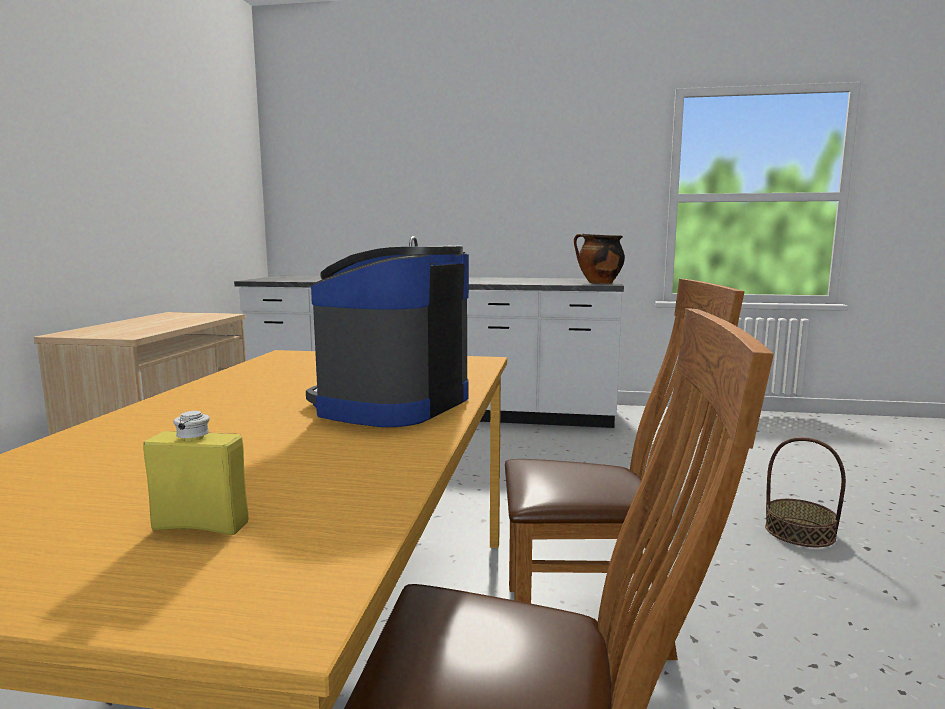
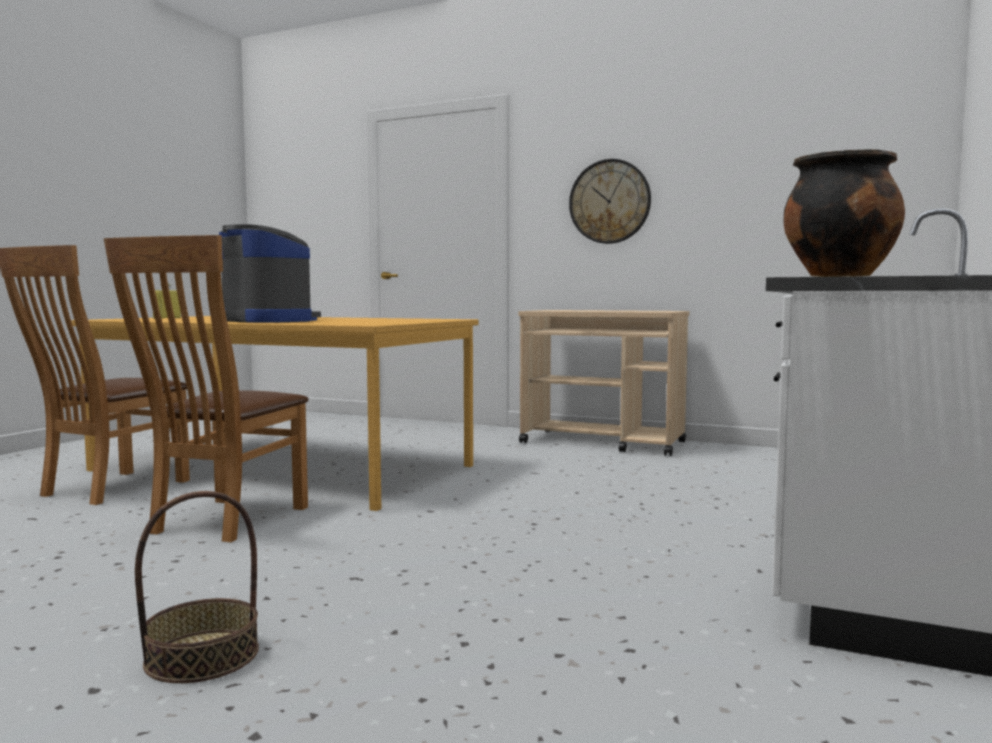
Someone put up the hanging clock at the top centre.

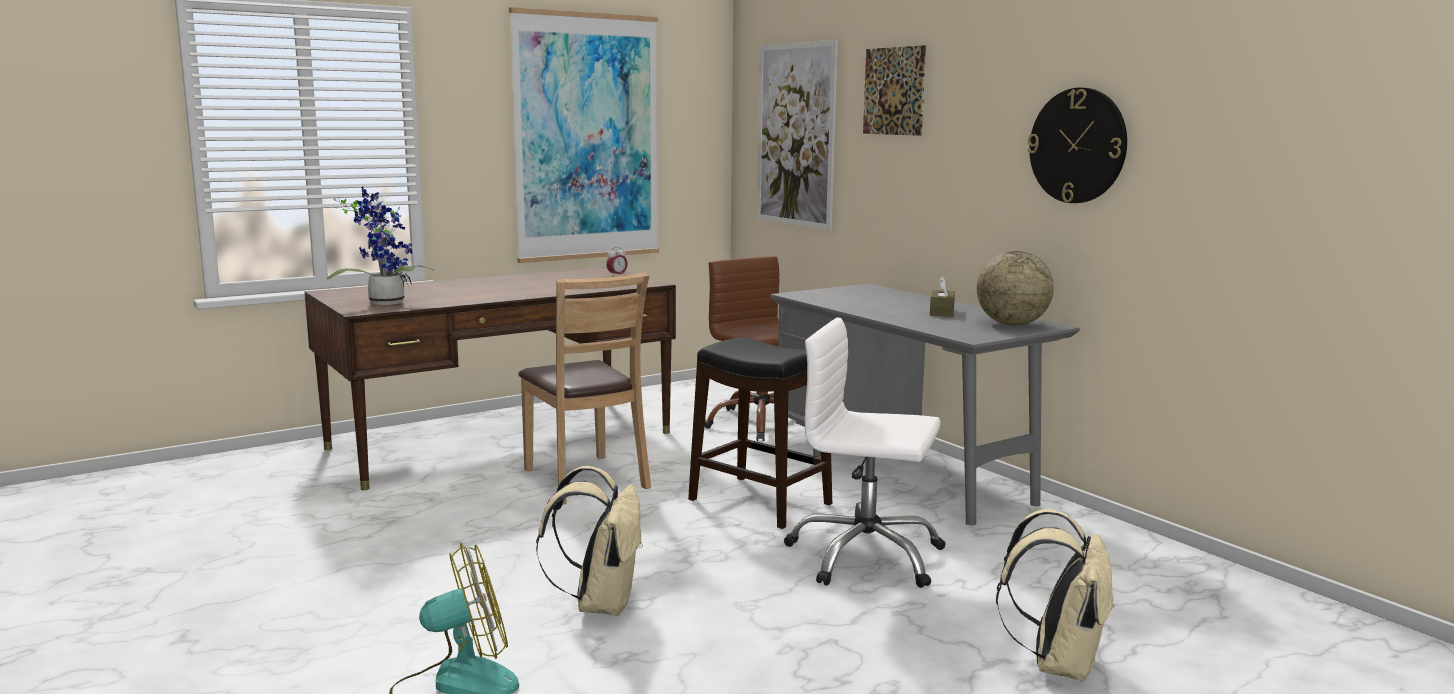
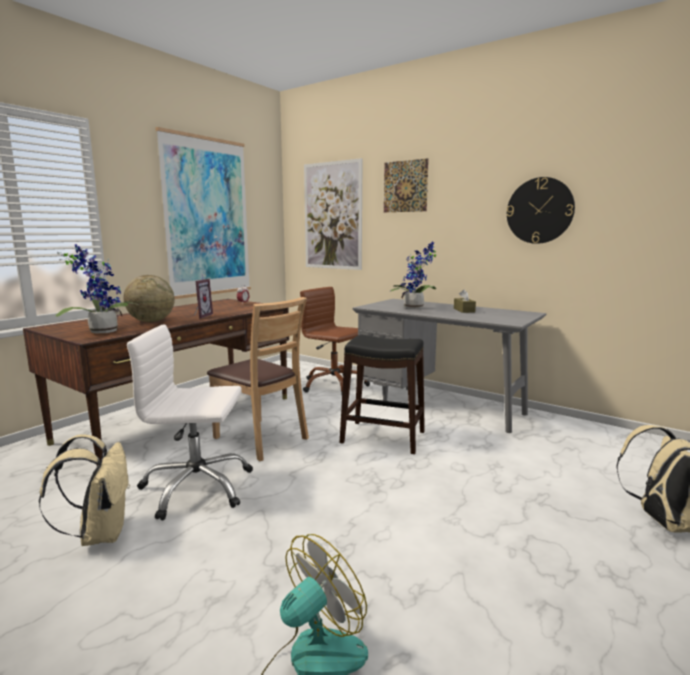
Someone put down the standing frame at the middle left.
Someone put down the houseplant (no. 2 from left) at the centre.
Someone carried the backpack in sand-coloured (no. 1 from left) from the bottom centre to the bottom left.
Someone carried the desk chair in white-coloured from the centre to the middle left.
Someone carried the world globe from the middle right to the middle left.

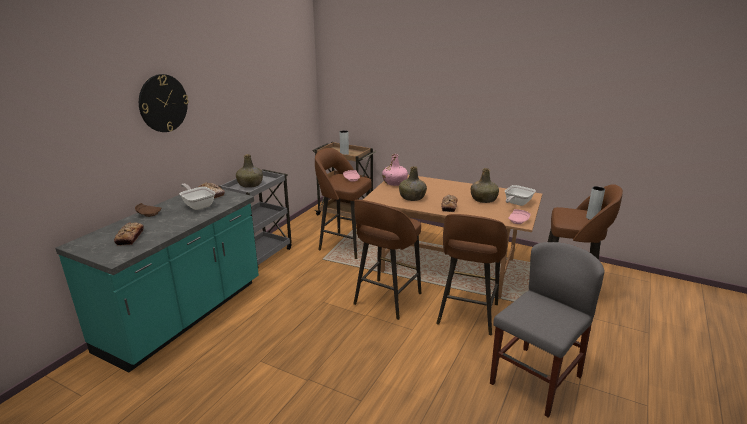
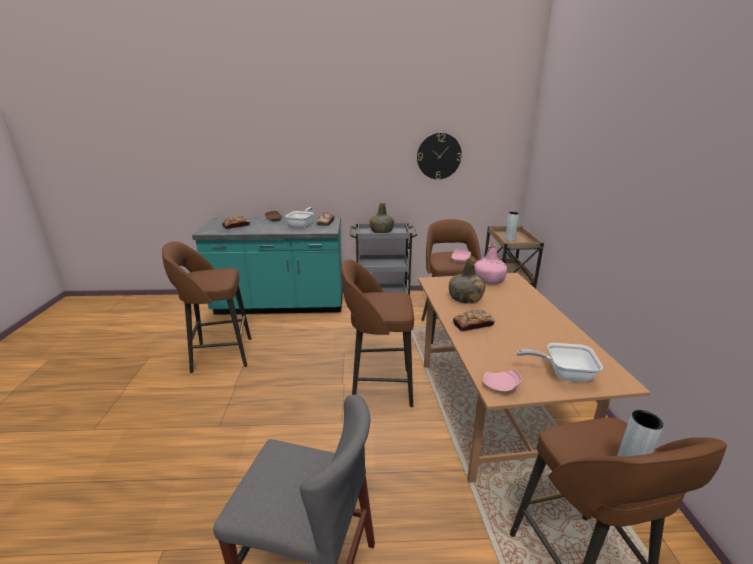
Someone took away the beverage bottle in green-coloured (no. 3 from left) at the centre.
Someone carried the hanging clock from the top left to the top centre.
Someone carried the stool in brown (no. 3 from left in the first image) from the centre to the middle left.

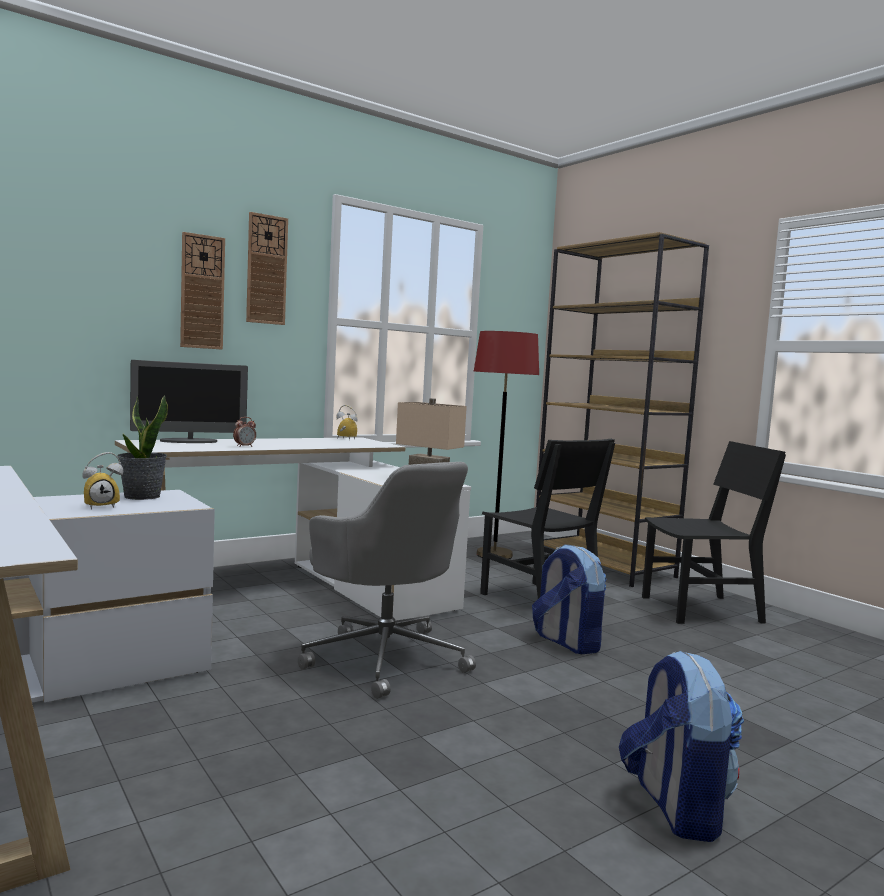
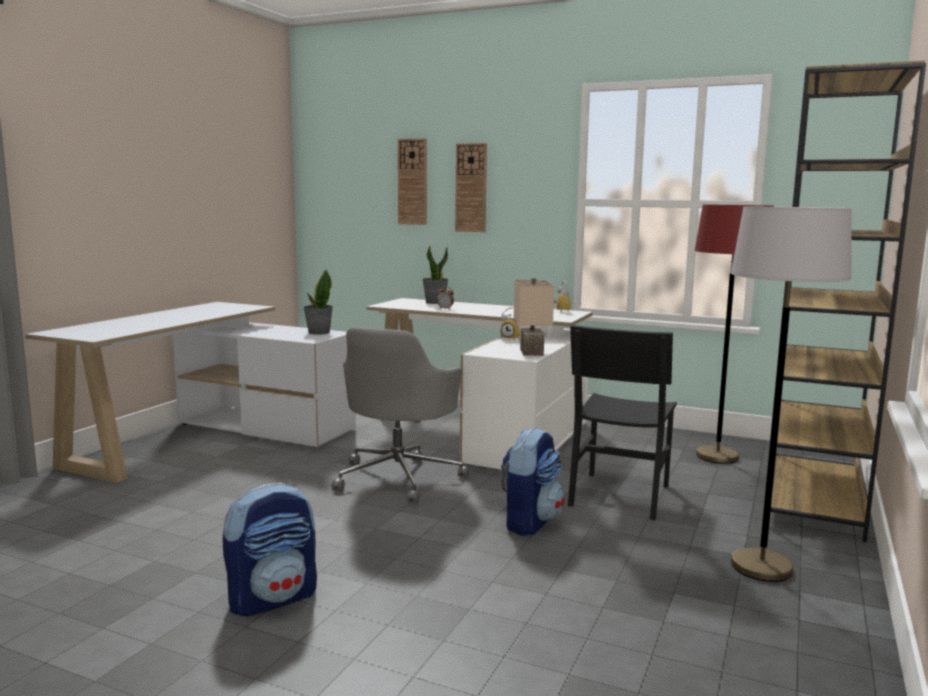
Someone carried the alarm clock (no. 1 from left in the first image) from the middle left to the centre.
Someone carried the hanging clock (no. 2 from left in the first image) from the top left to the top centre.
Someone swapped the monitor at the middle left for the houseplant (no. 2 from left) at the centre.
Someone swapped the chair in black (no. 2 from left) at the middle right for the floor lamp in grey at the middle right.

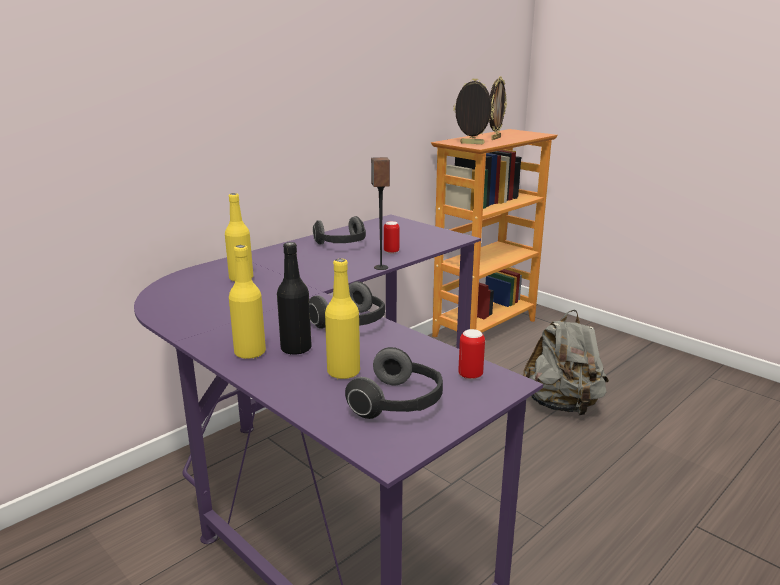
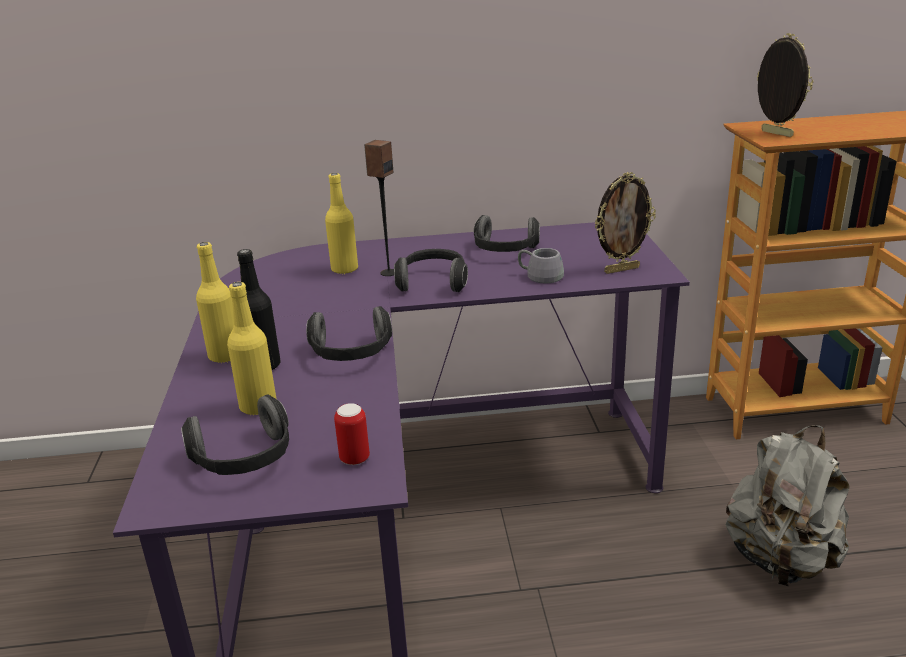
Someone put down the pair of headphones (no. 3 from left) at the centre.
Someone carried the speaker from the centre to the top centre.
Someone carried the standing frame (no. 2 from left in the first image) from the top centre to the middle right.
Someone swapped the metal can (no. 1 from left) at the centre for the mug in grey at the centre.

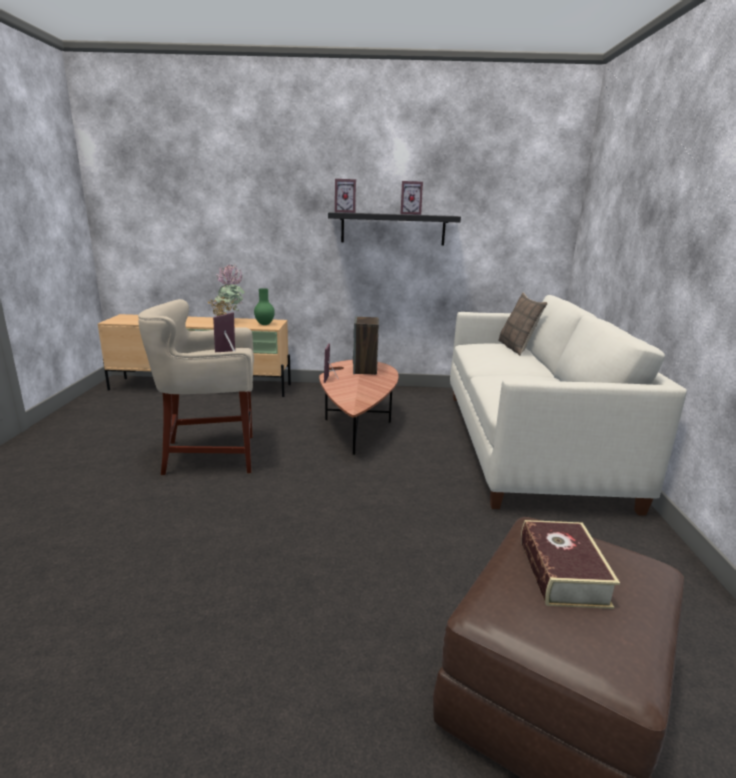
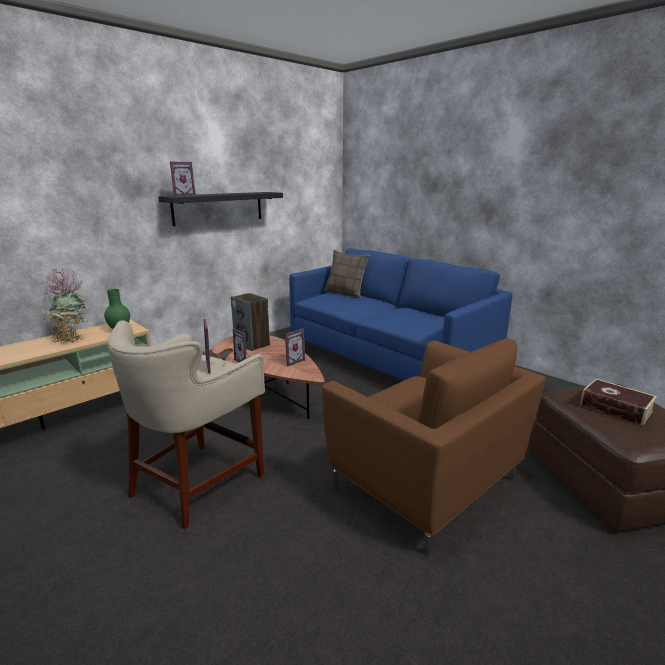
Someone put down the easy chair in brown at the bottom centre.
Someone carried the standing frame (no. 4 from left) from the top centre to the centre.
Someone repainted the sofa in white-coloured at the middle right, which became the sofa in blue at the centre.

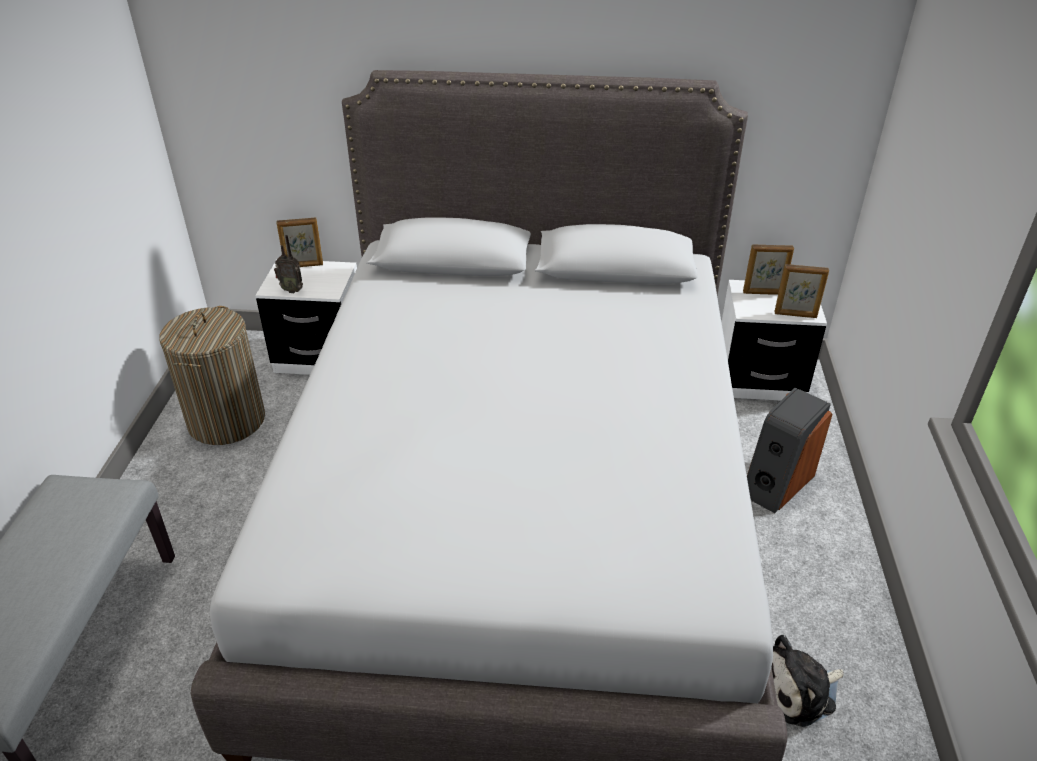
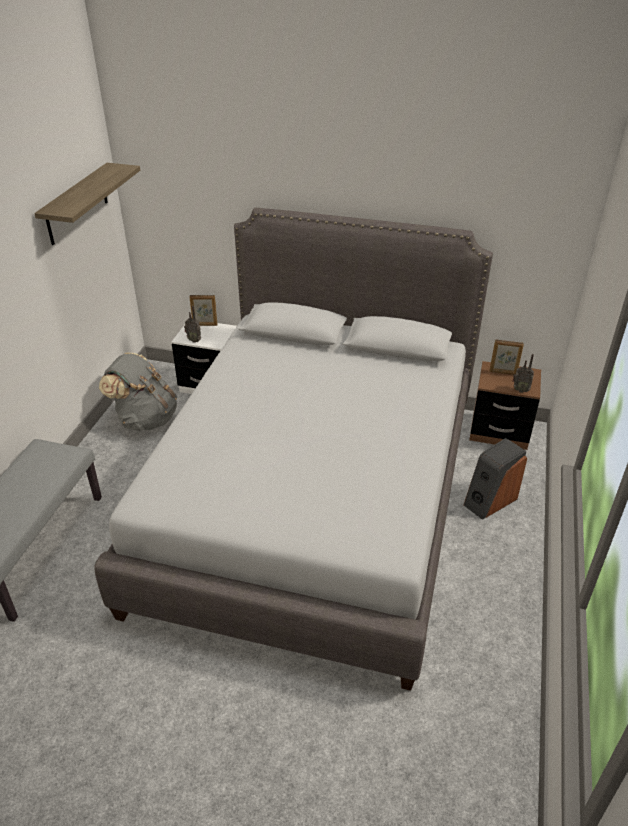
Someone took away the cuddly toy at the bottom right.
Someone put up the bracket shelf at the top left.
Someone swapped the washing basket at the middle left for the backpack in grey at the middle left.
Someone swapped the standing frame (no. 3 from left) at the middle right for the radio (no. 2 from left) at the middle right.
Someone repainted the bedside table in white-coloured (no. 2 from left) at the middle right, which became the bedside table in brown at the middle right.

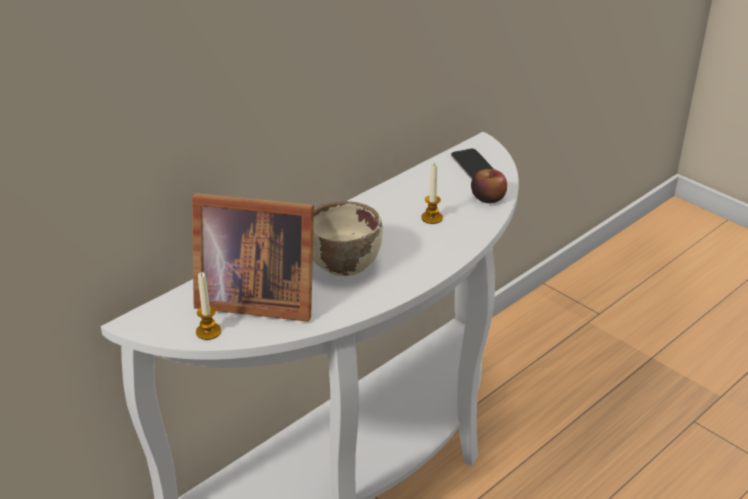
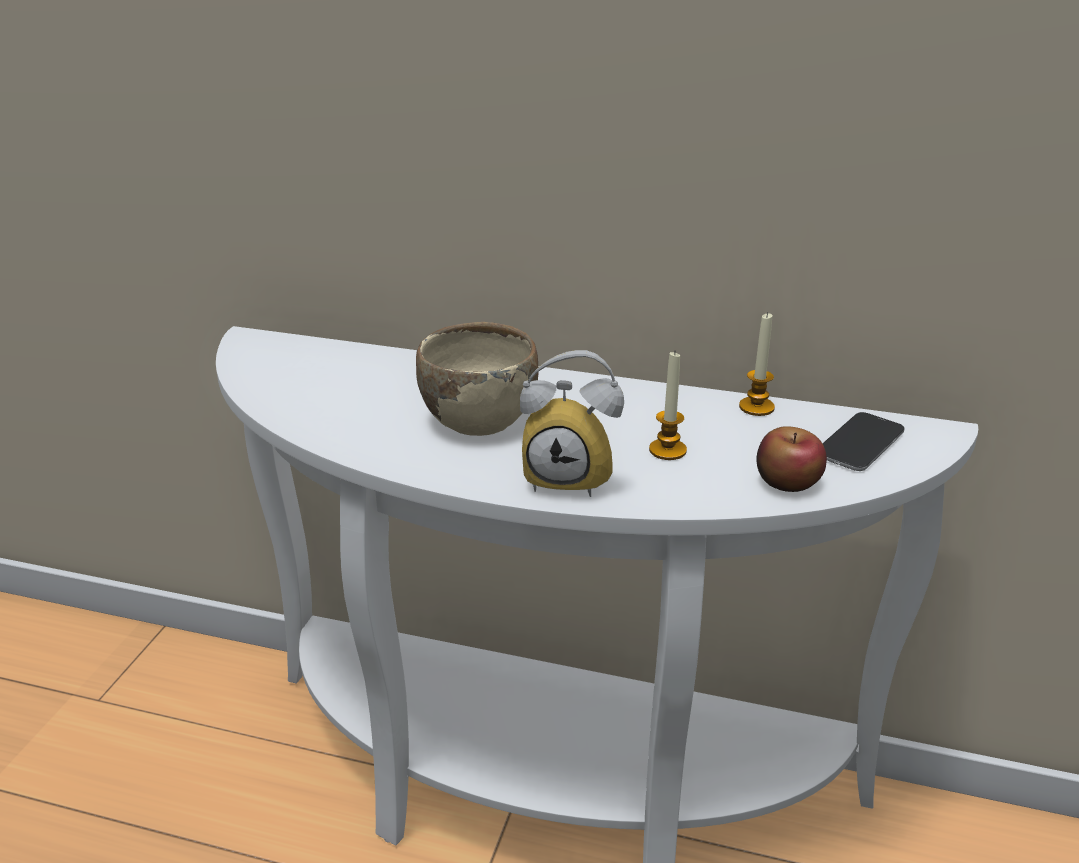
Someone took away the standing frame at the centre.
Someone put down the alarm clock at the centre.
Someone carried the wax light (no. 1 from left in the first image) from the middle left to the middle right.

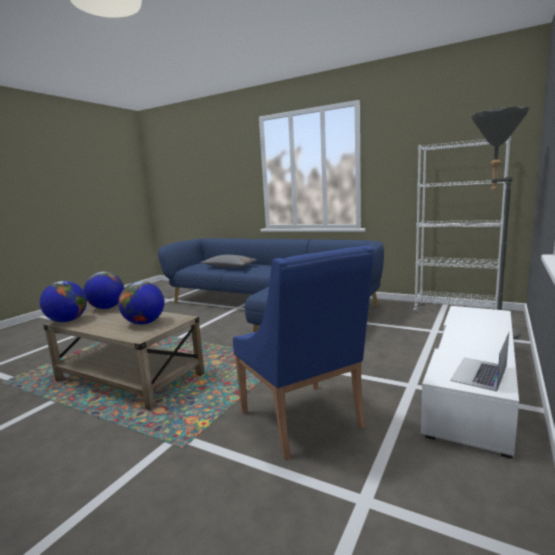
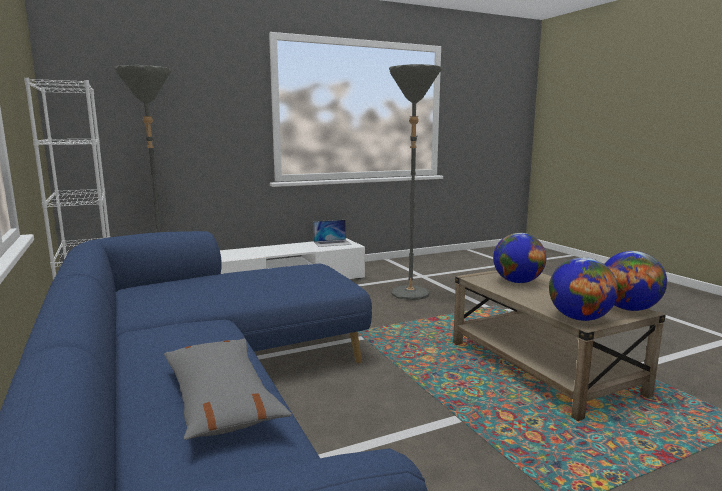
Someone swapped the easy chair in blue at the centre for the floor lamp in grey (no. 2 from left) at the centre.

